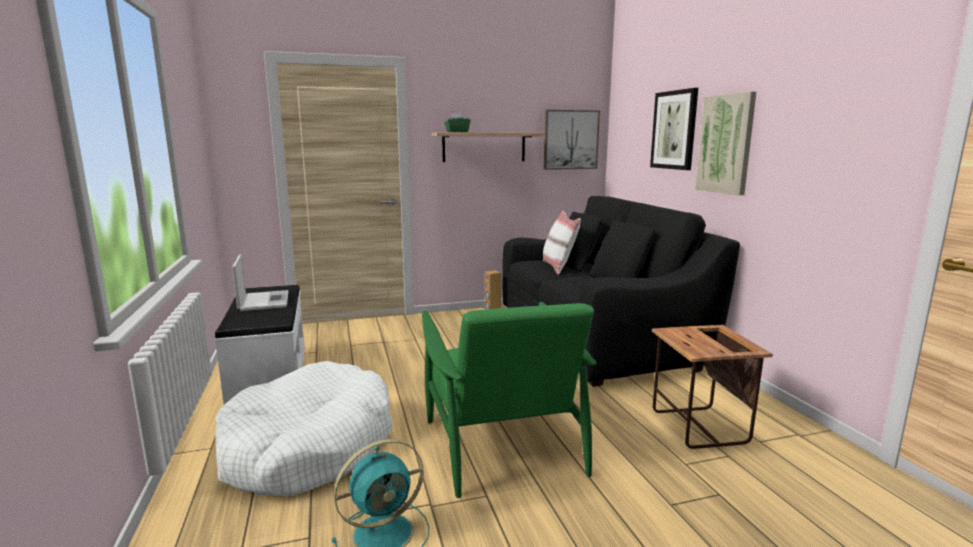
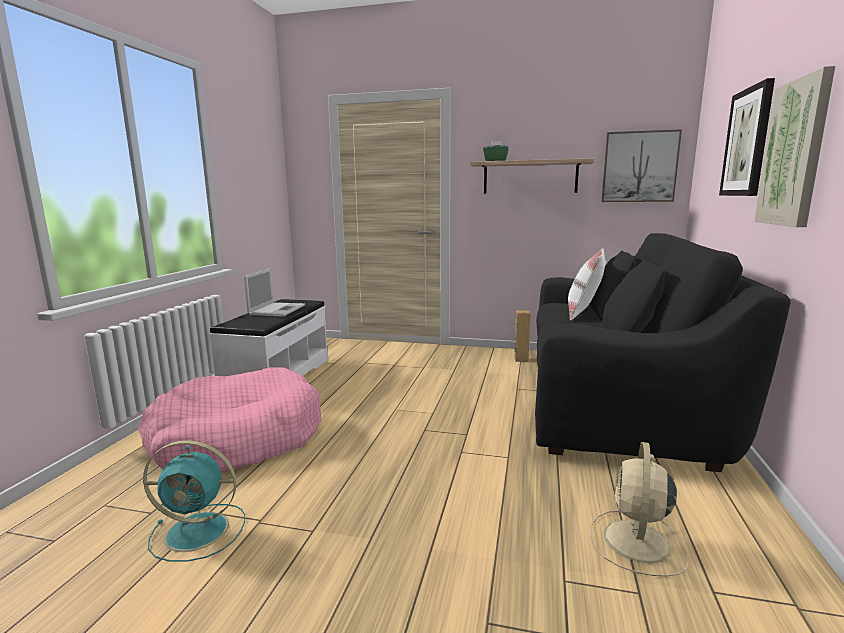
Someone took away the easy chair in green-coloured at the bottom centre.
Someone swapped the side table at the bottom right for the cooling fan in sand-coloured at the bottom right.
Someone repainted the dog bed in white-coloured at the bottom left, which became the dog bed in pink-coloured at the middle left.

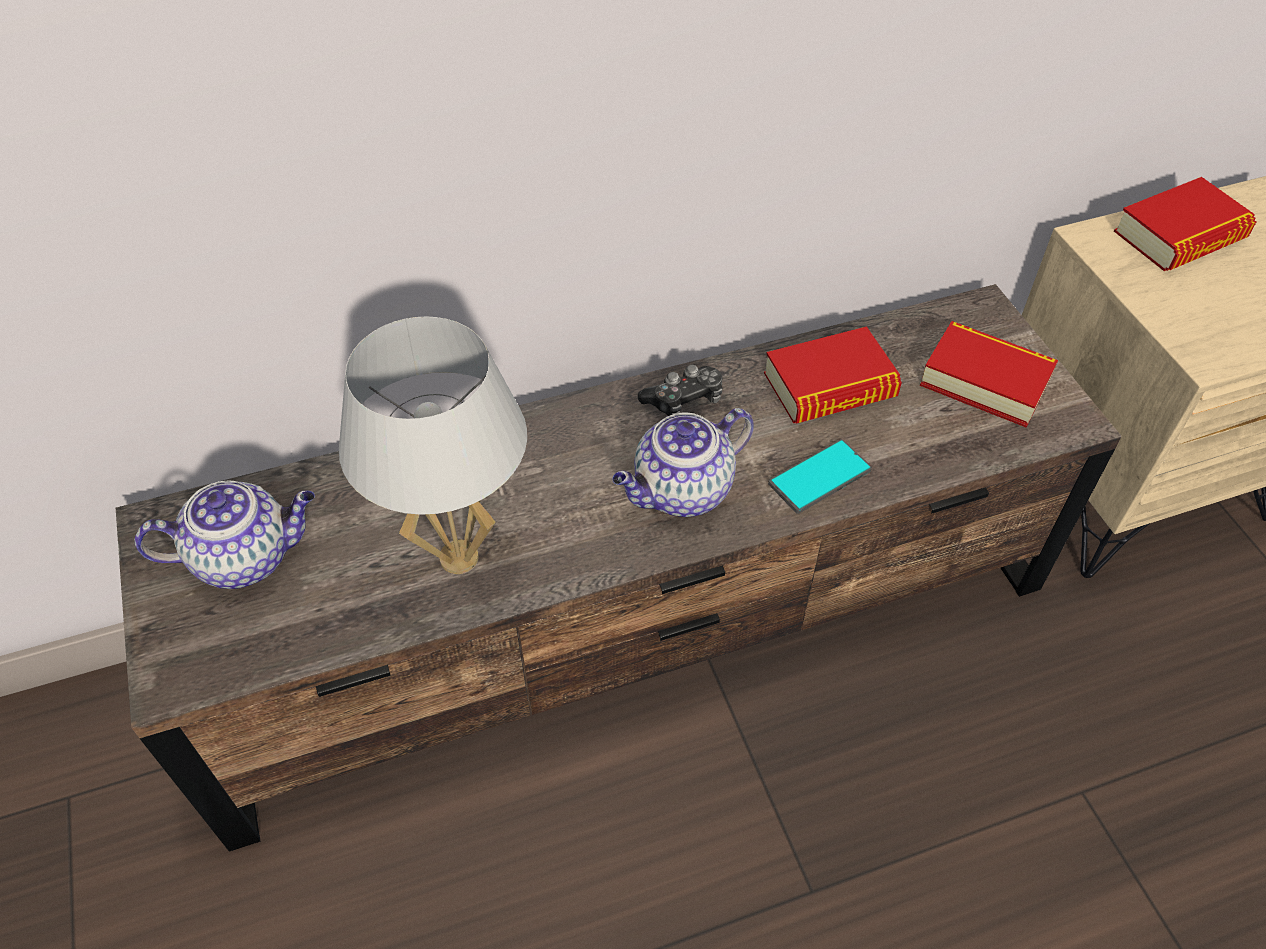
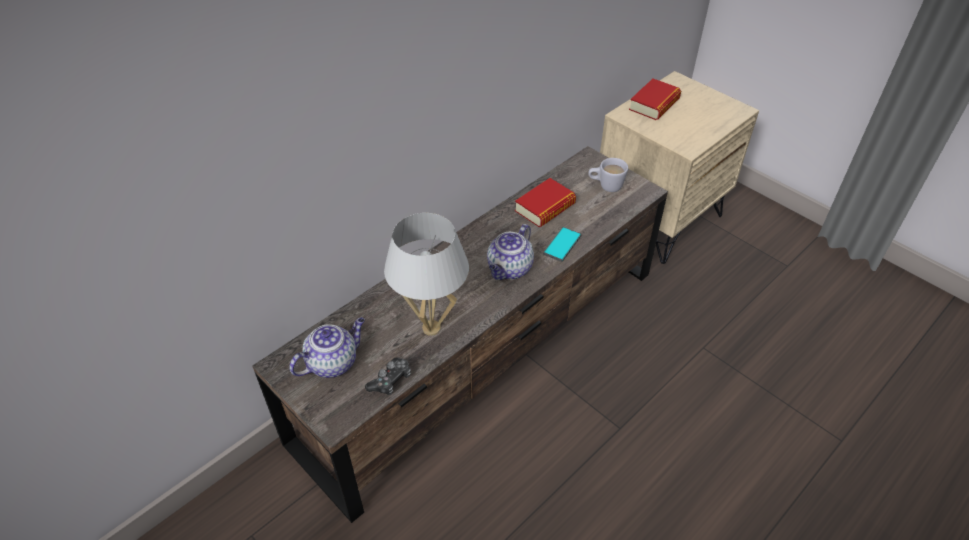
Someone carried the gamepad from the centre to the bottom centre.
Someone swapped the volume (no. 2 from left) at the middle right for the mug in white-coloured at the top centre.

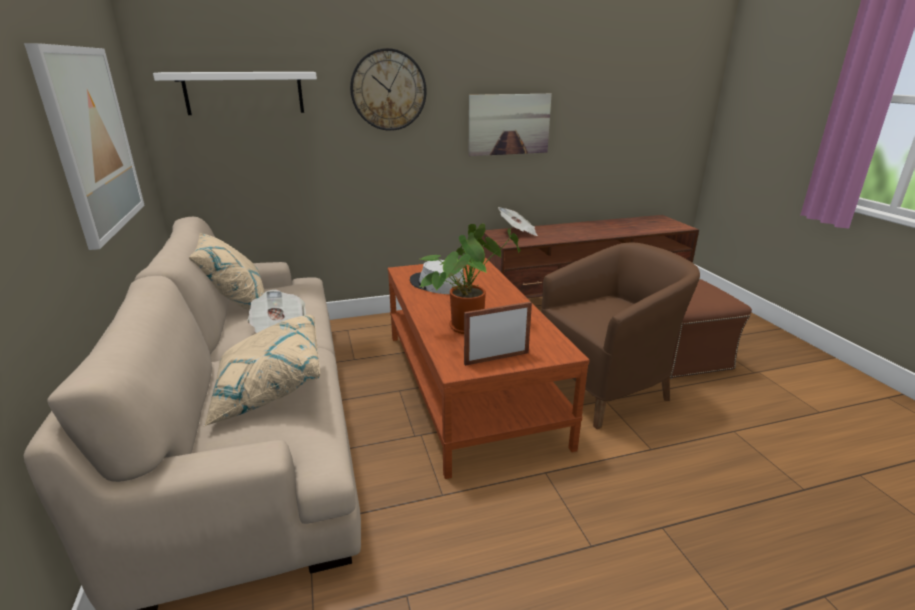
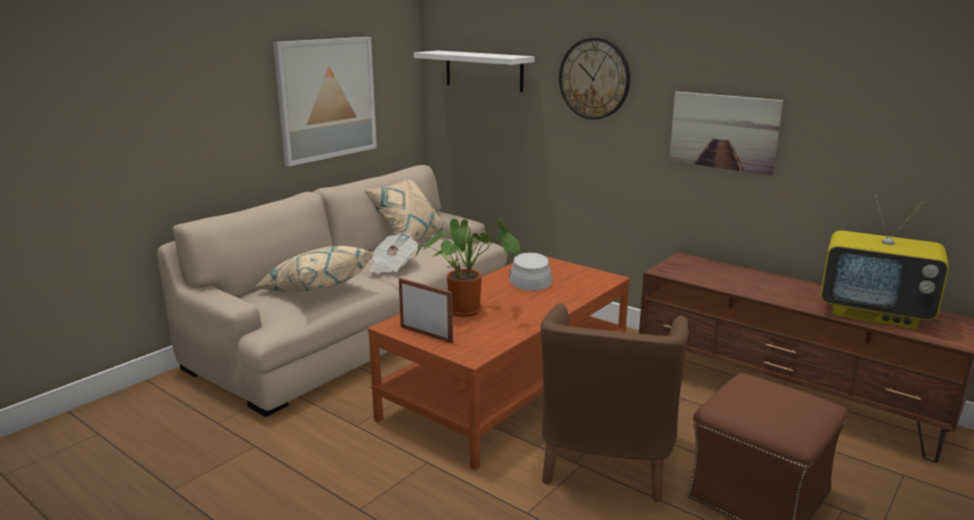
Someone took away the newspaper (no. 2 from left) at the centre.
Someone put down the TV at the middle right.
Someone rotated the easy chair in brown at the middle right by 75 degrees clockwise.

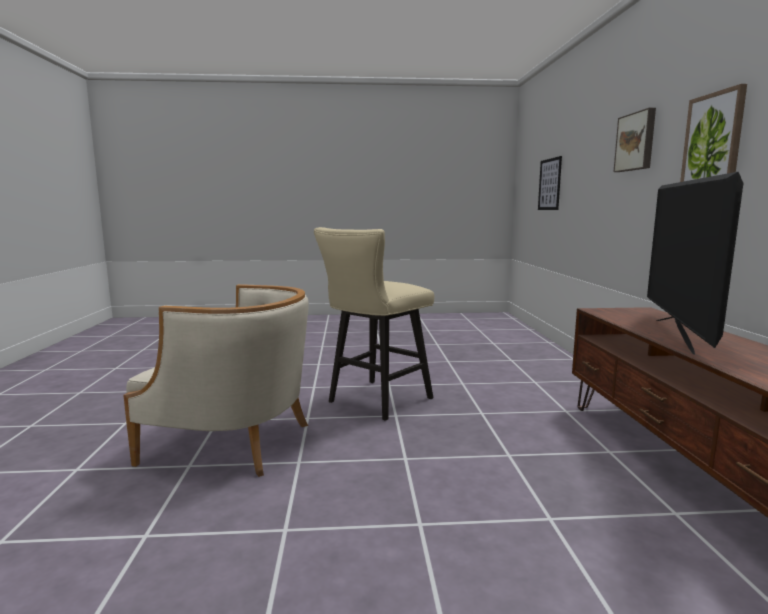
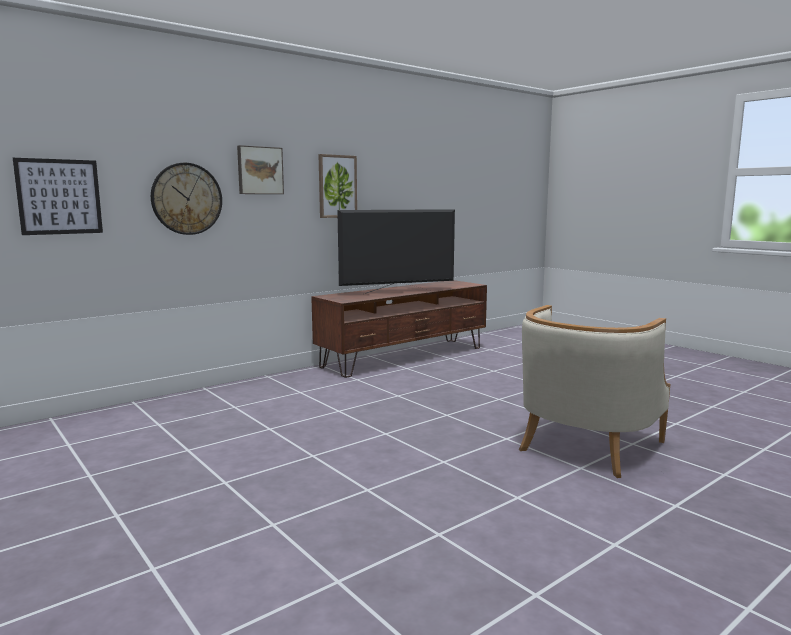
Someone took away the stool in sand-coloured at the centre.
Someone put up the hanging clock at the top left.
Someone rotated the easy chair in sand-coloured at the middle left by 120 degrees counterclockwise.

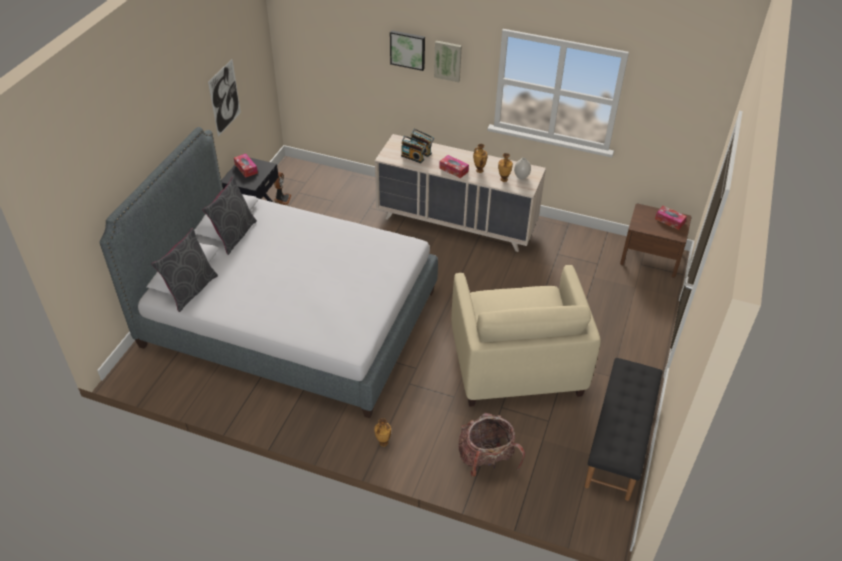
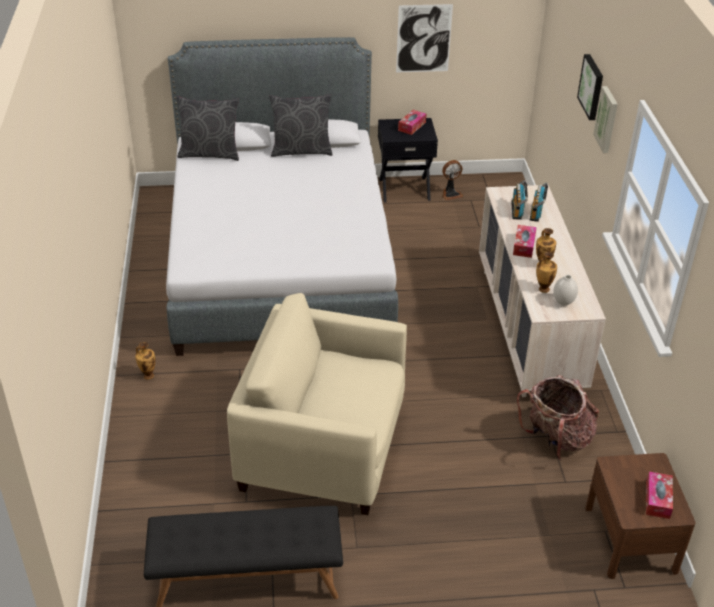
Someone carried the backpack from the bottom centre to the bottom right.
Someone rotated the easy chair in sand-coloured at the centre by 45 degrees clockwise.

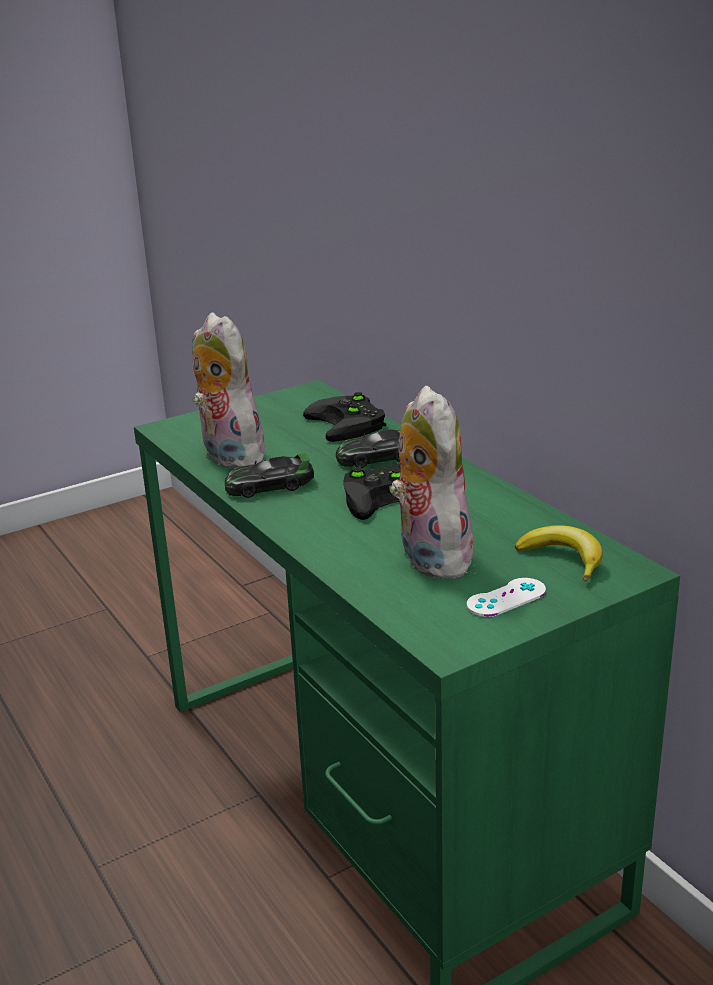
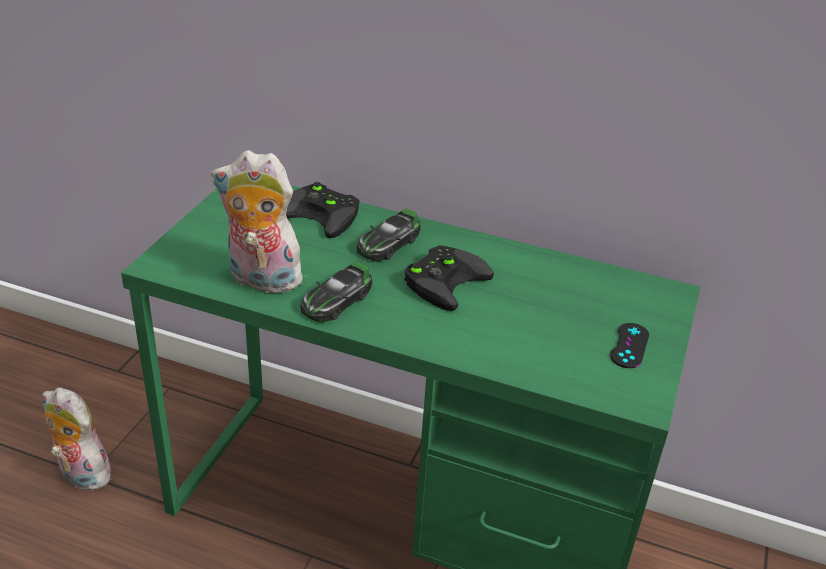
Someone took away the banana fruit at the middle right.
Someone carried the cuddly toy (no. 2 from left in the first image) from the centre to the bottom left.
Someone repainted the gamepad in white-coloured at the middle right, which became the gamepad in black (no. 3 from left) at the middle right.

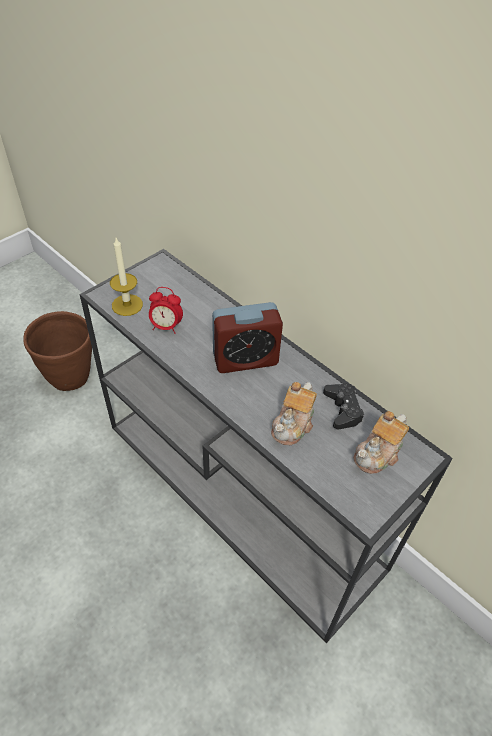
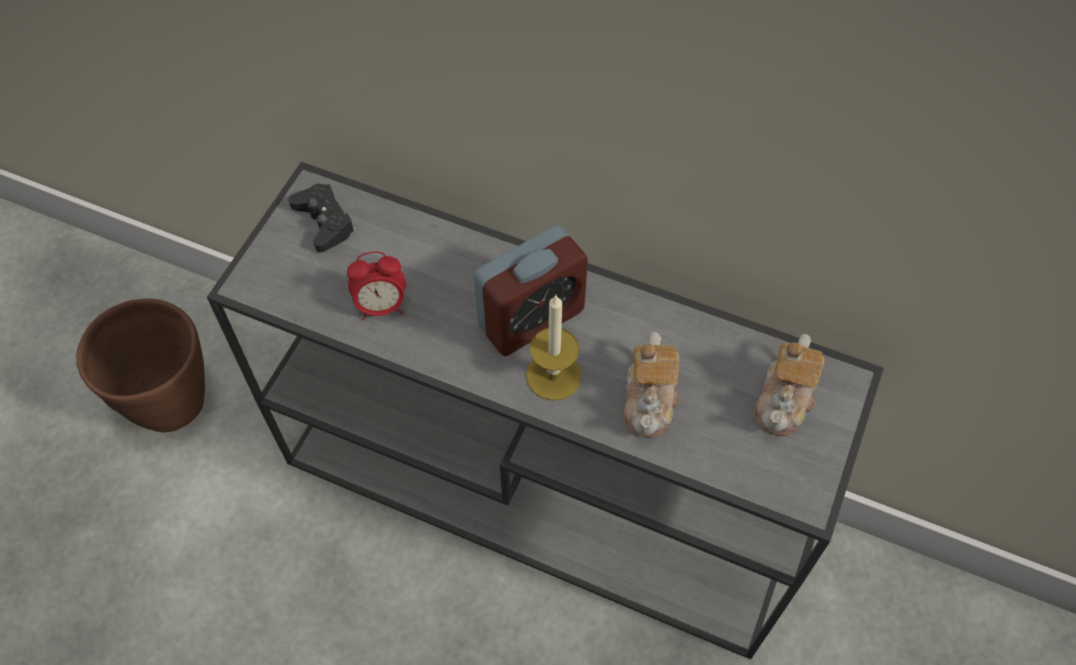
Someone carried the wax light from the middle left to the centre.
Someone carried the gamepad in black from the middle right to the top left.

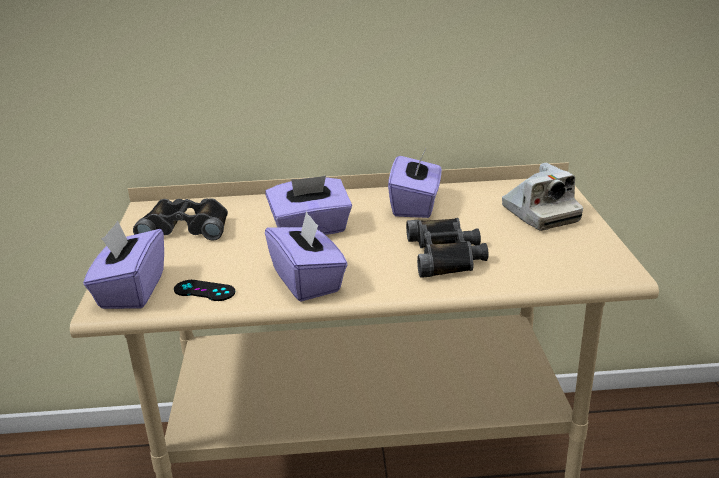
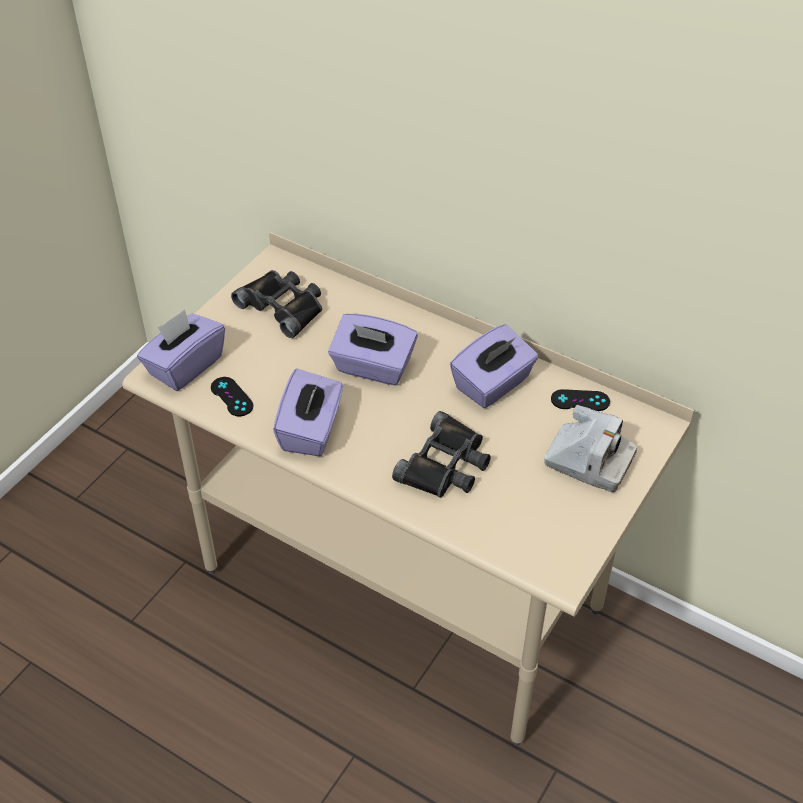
Someone put down the gamepad in black (no. 2 from left) at the middle right.
Someone rotated the still camera at the middle right by 75 degrees counterclockwise.

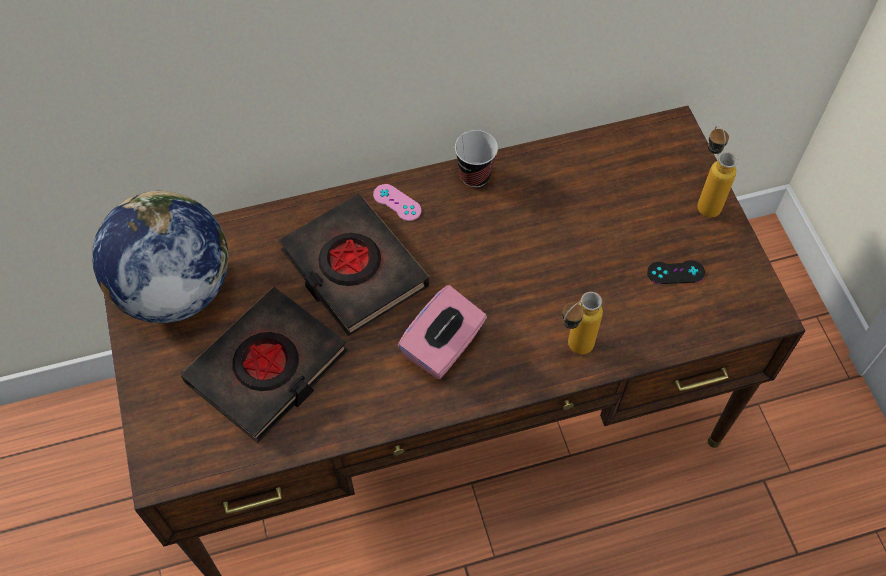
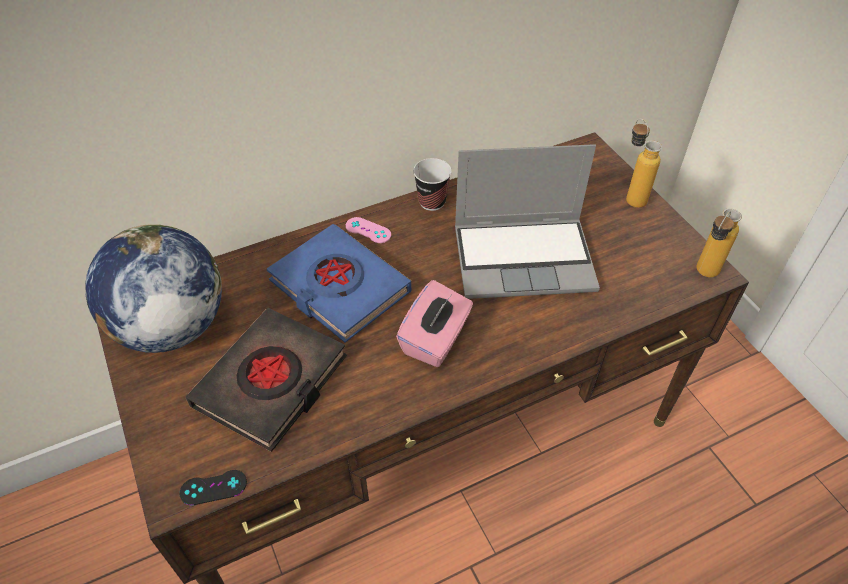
Someone put down the portable computer at the centre.
Someone carried the beverage bottle (no. 1 from left in the first image) from the centre to the middle right.
Someone carried the gamepad in black from the middle right to the bottom left.
Someone repainted the volume in black (no. 2 from left) at the centre, which became the volume in blue at the centre.

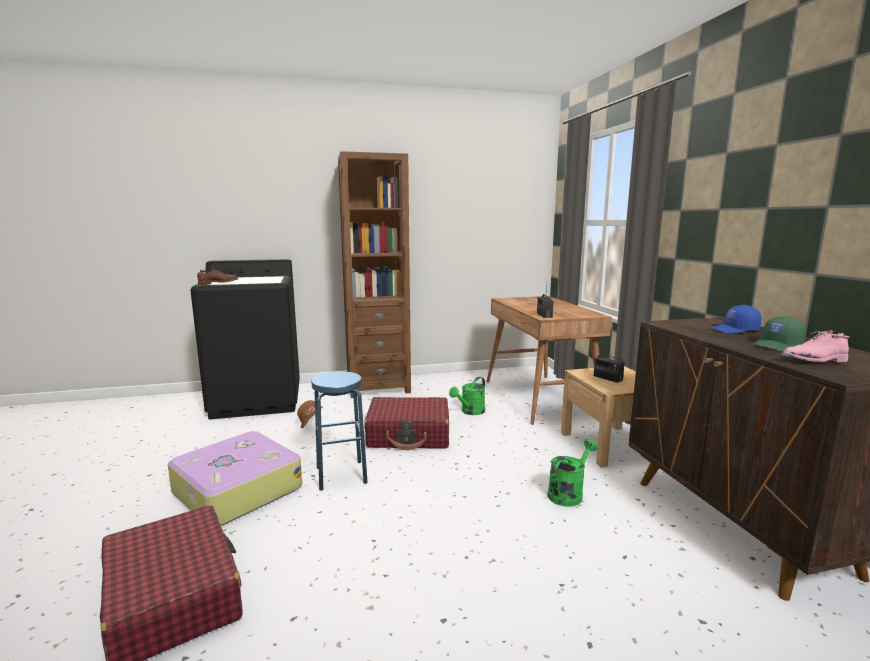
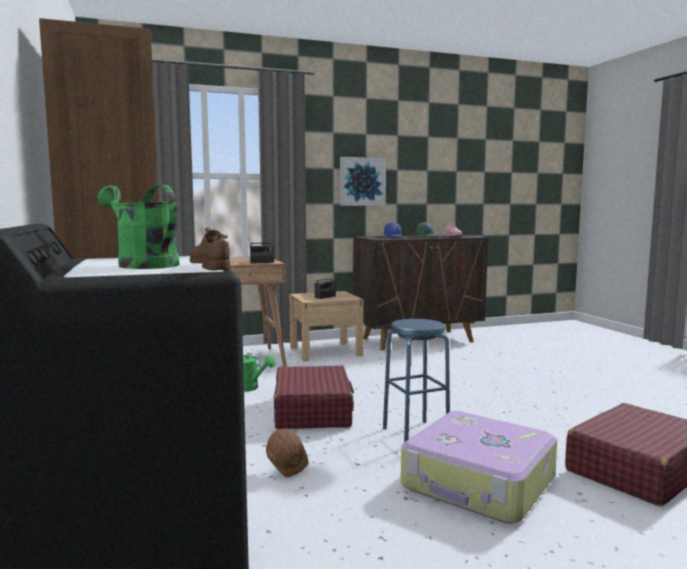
Someone put up the wall picture at the top centre.
Someone carried the sprinkling can in green-coloured (no. 2 from left in the first image) from the bottom centre to the middle left.

